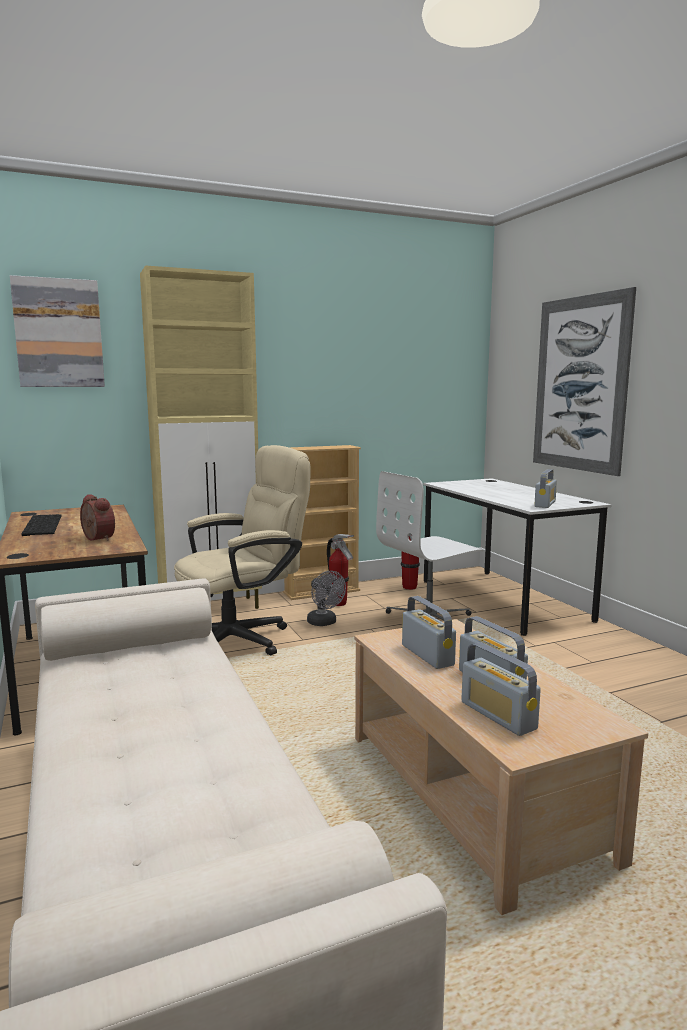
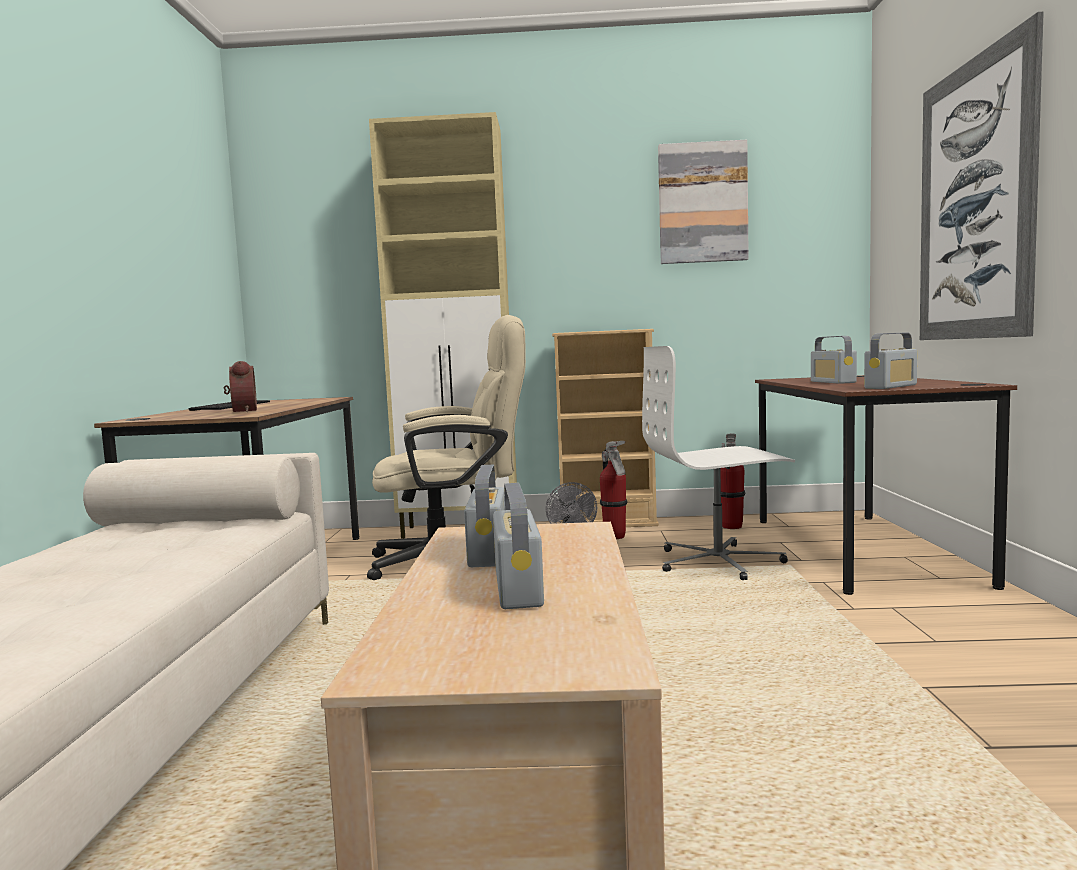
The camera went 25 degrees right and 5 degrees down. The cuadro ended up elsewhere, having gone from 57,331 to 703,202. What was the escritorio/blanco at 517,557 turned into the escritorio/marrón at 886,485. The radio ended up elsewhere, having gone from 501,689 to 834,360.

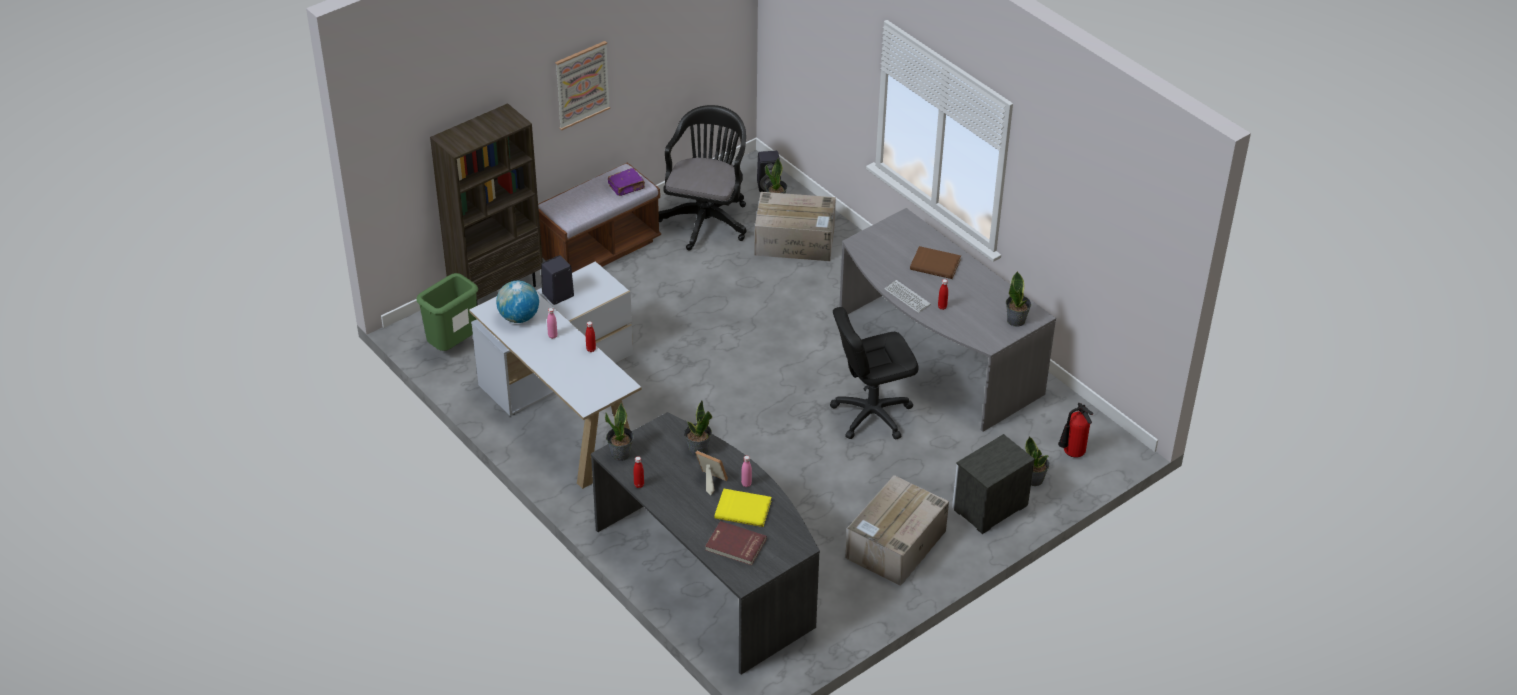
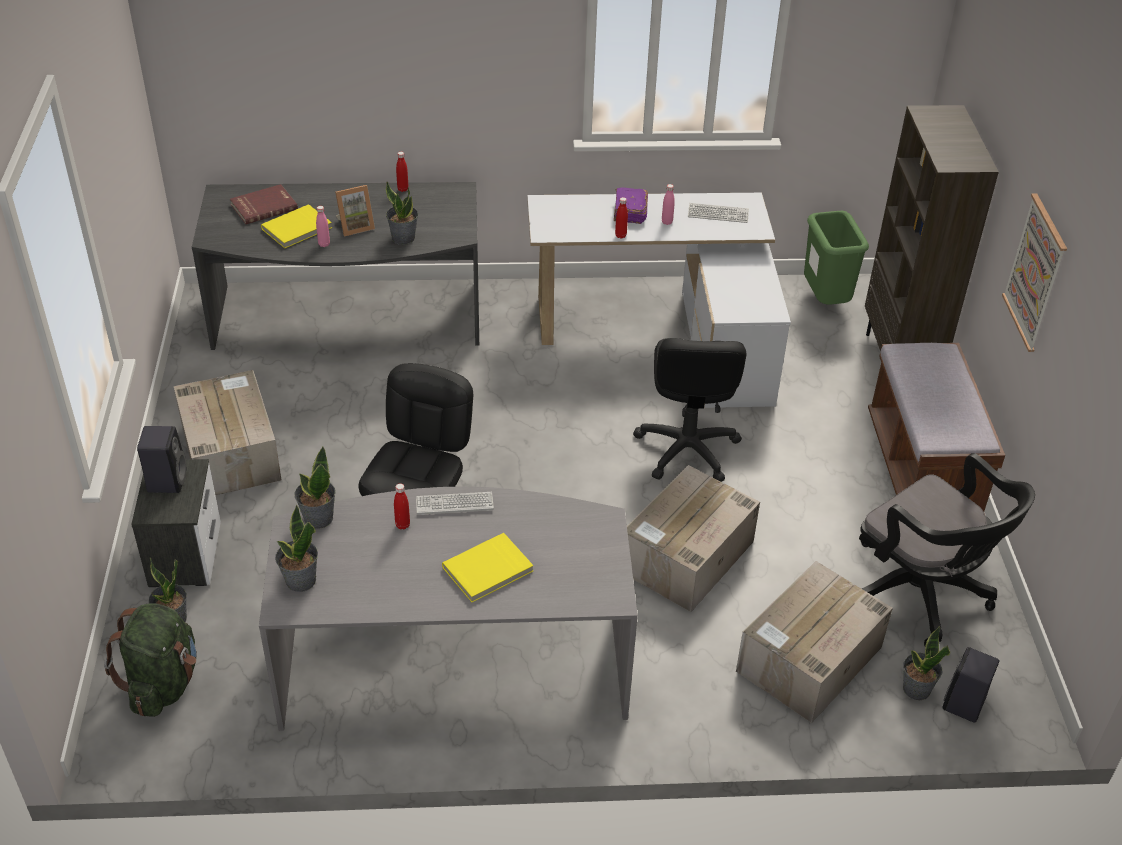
The camera went 125 degrees right and 0 degrees up. Where the globo terráqueo stood at 517,301, the teclado came to stand at 718,213. The altavoz/negro ended up elsewhere, having gone from 557,280 to 162,459. The planta en maceta ended up elsewhere, having gone from 619,432 to 315,488. The libro/morado ended up elsewhere, having gone from 626,182 to 631,205. What was the libro/marrón at 935,262 turned into the libro/amarillo at 488,567. Where the extintor stood at 1075,430, the mochila/verde came to stand at 150,660. The second view gained the caja de cartón at 693,538. The second view gained the silla de oficina/negro at 689,410.

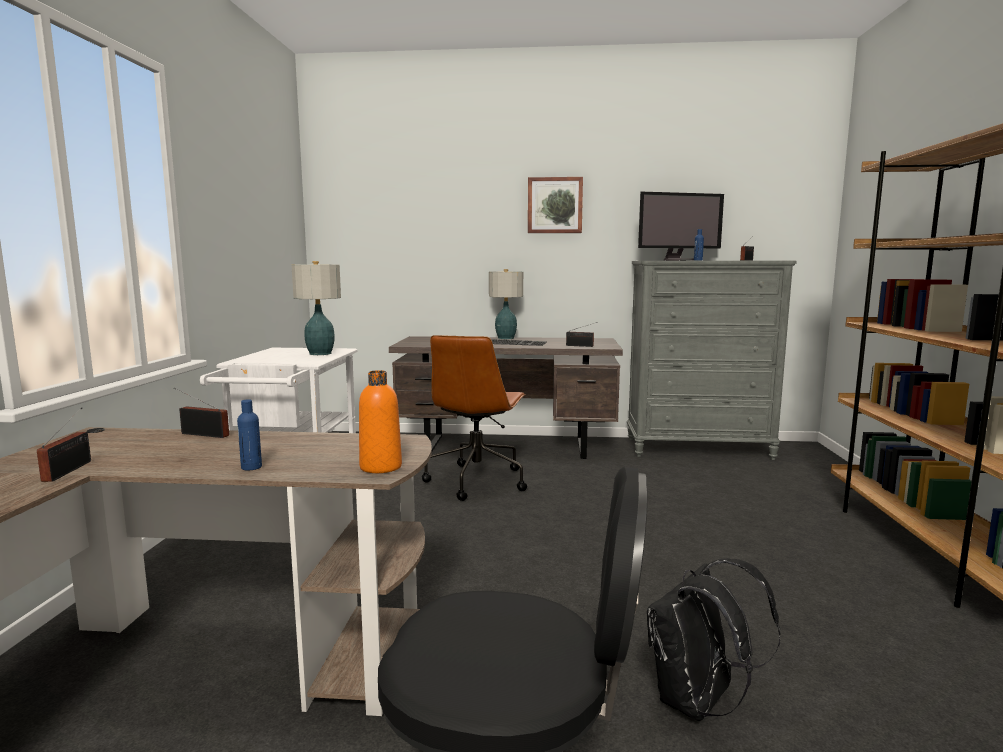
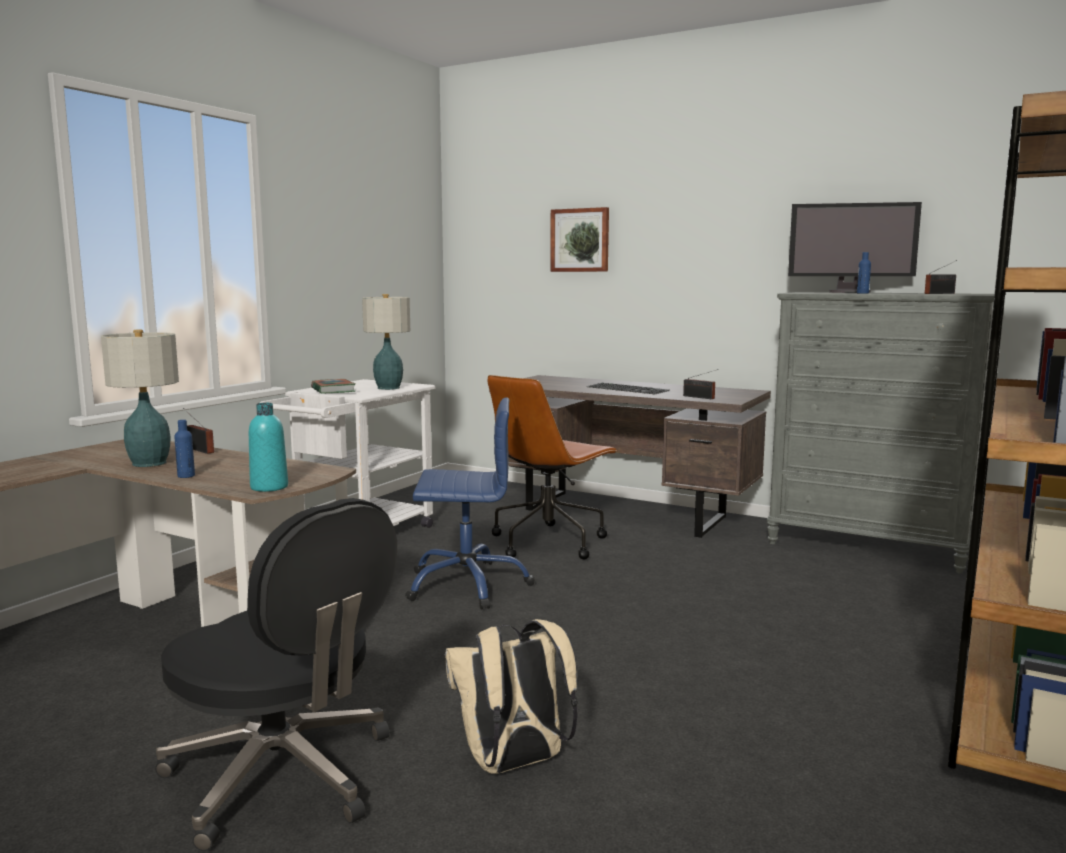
The camera went 25 degrees right and 0 degrees up. The second view lost the radio at 64,444. What was the botella/naranja at 380,421 turned into the botella/turquesa at 268,447. The lámpara de mesa ended up elsewhere, having gone from 506,304 to 140,398. The cuadro ended up elsewhere, having gone from 555,205 to 579,239. What was the mochila/negro at 714,639 turned into the mochila/beis at 511,696. The second view gained the libro at 333,386. The second view gained the silla de oficina/azul at 470,504.

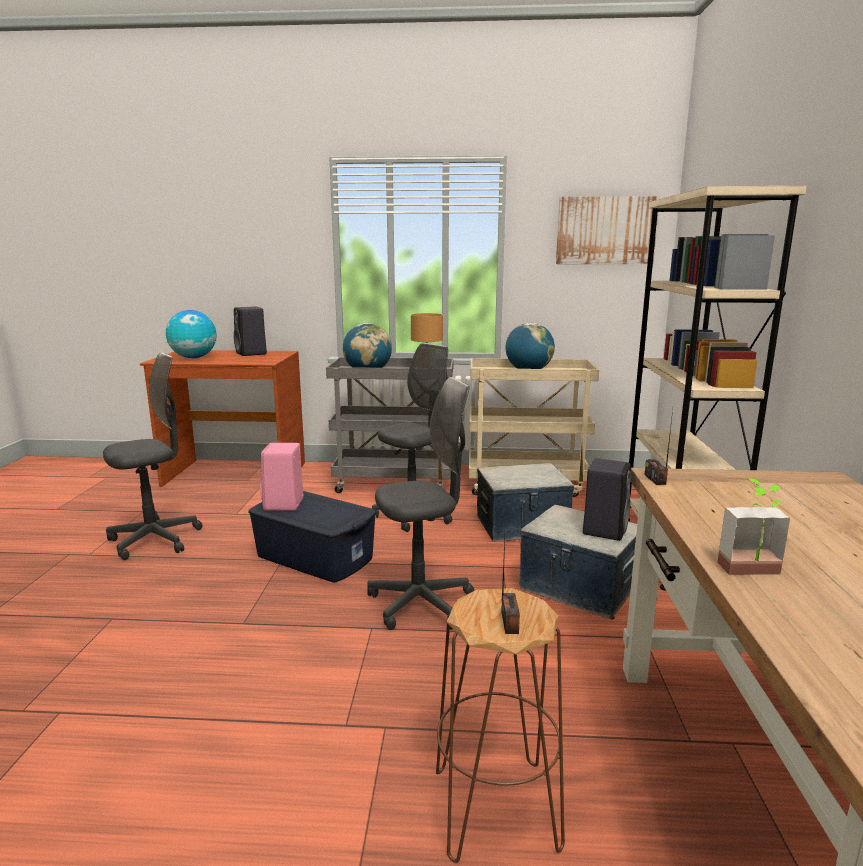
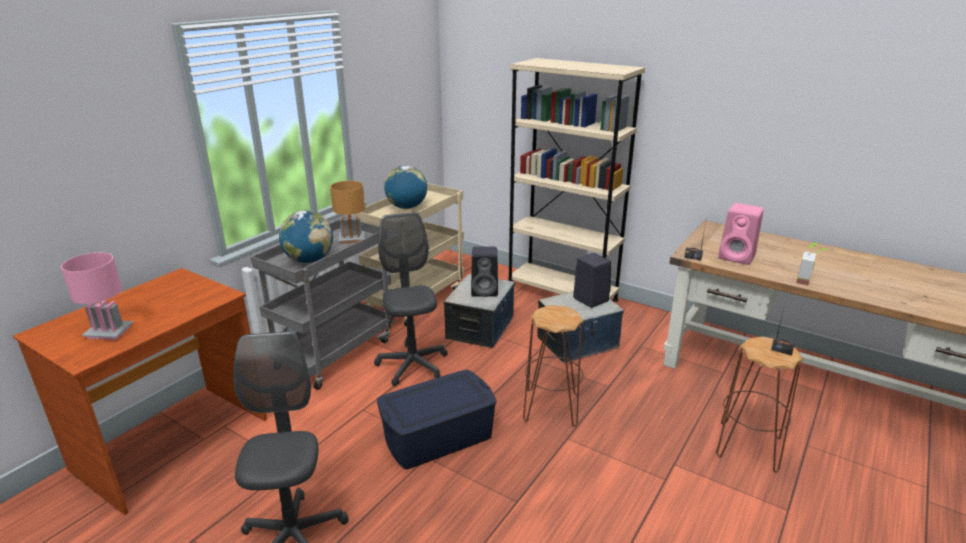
The camera went 60 degrees left and 10 degrees up. Where the globo terráqueo stood at 191,334, the lámpara de mesa/rosa came to stand at 97,296. The altavoz/negro ended up elsewhere, having gone from 250,331 to 484,272. The altavoz/rosa ended up elsewhere, having gone from 282,477 to 741,234. Where the silla de oficina/gris stood at 420,503, the taburete/marrón came to stand at 553,366. The second view lost the cuadro at 608,230.

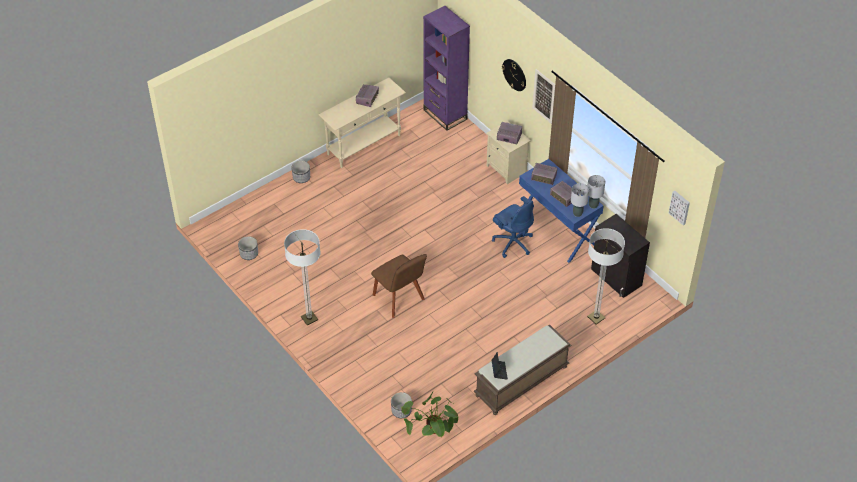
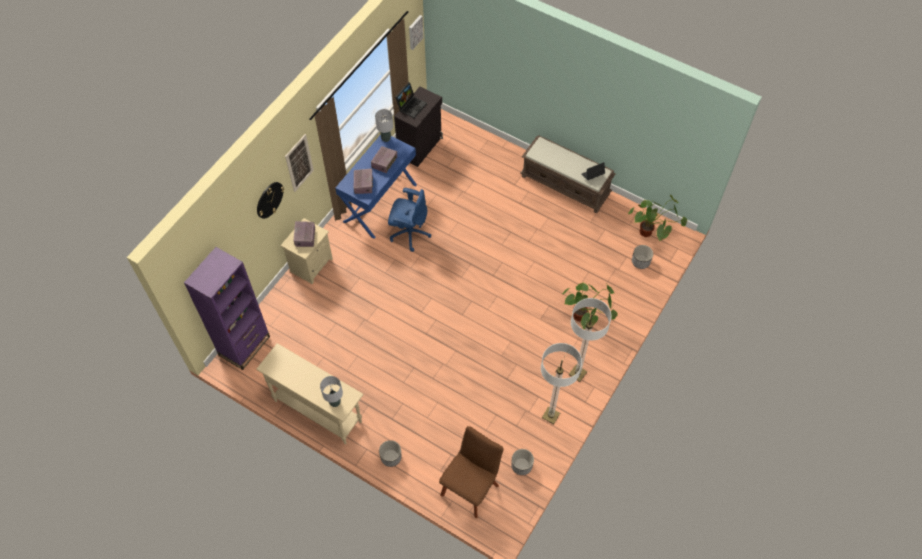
The camera went 110 degrees left and 10 degrees up. The second view lost the radio at 367,95. The silla/marrón ended up elsewhere, having gone from 399,286 to 471,472. The silla de oficina/azul at 513,227 ended up facing another way, 75 degrees clockwise from before. The lámpara de mesa/gris ended up elsewhere, having gone from 580,200 to 331,391. The lámpara de pie ended up elsewhere, having gone from 606,276 to 561,383. The second view gained the portátil at 411,100. The second view gained the planta en maceta at 590,306.

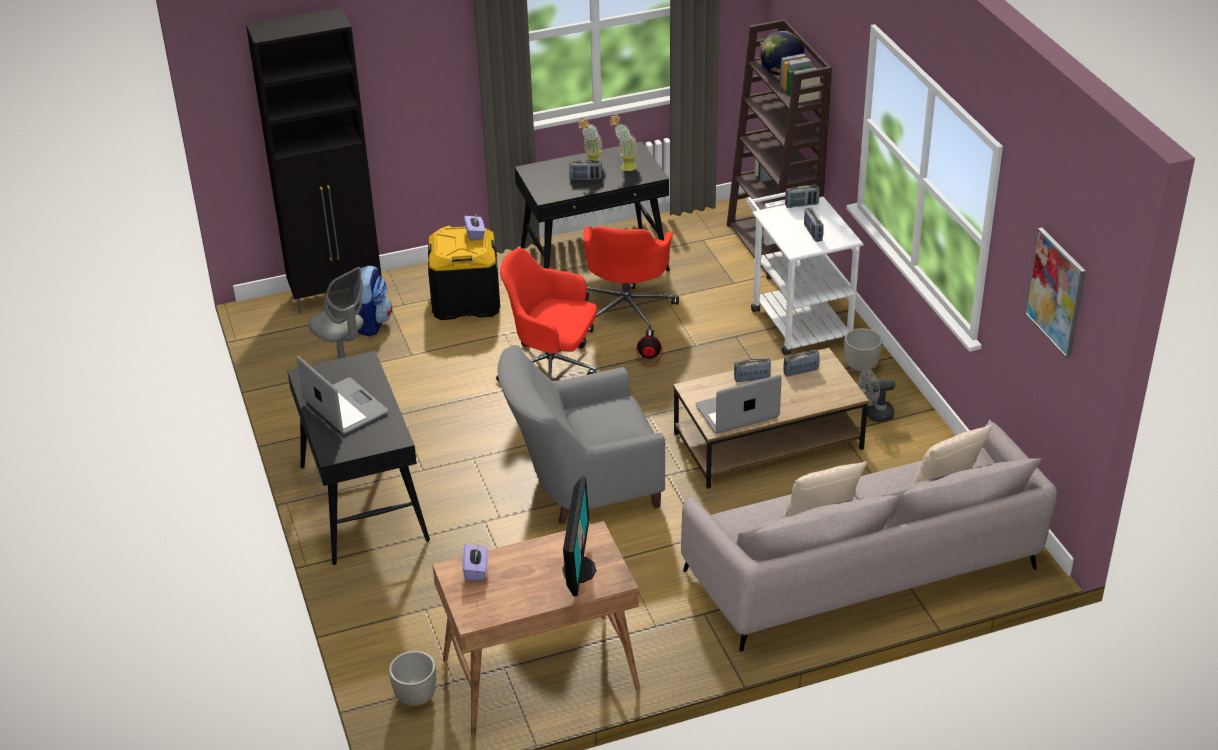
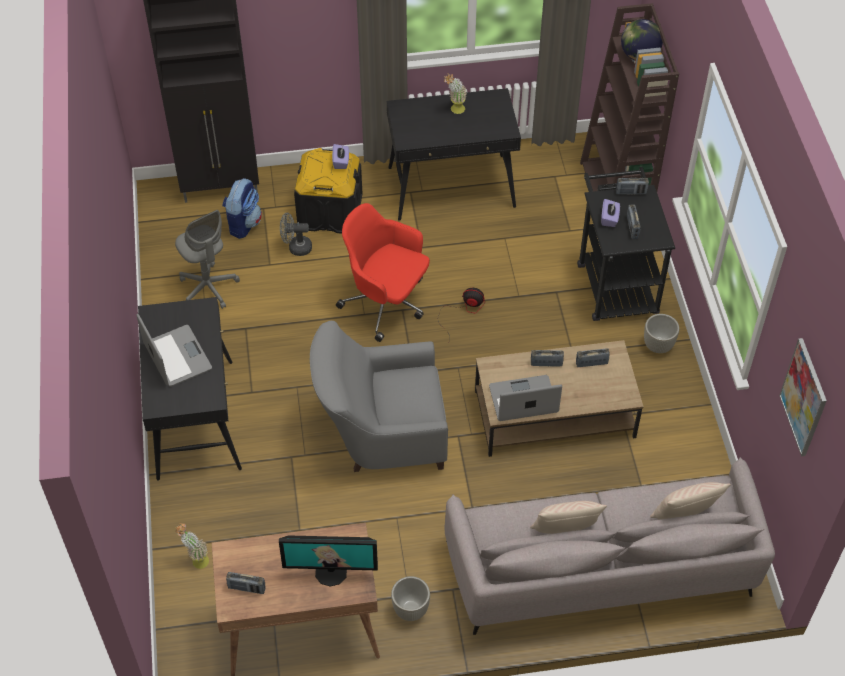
The camera went 10 degrees right and 15 degrees up. The maceta/gris ended up elsewhere, having gone from 412,678 to 410,598. The caja de pañuelos/morado ended up elsewhere, having gone from 475,562 to 610,213. The monitor at 579,536 ended up facing another way, 75 degrees clockwise from before. The radio ended up elsewhere, having gone from 585,170 to 246,583. The second view lost the silla de oficina/rojo at 631,281. The planta en maceta ended up elsewhere, having gone from 624,142 to 192,546. What was the carrito/blanco at 805,273 turned into the carrito/negro at 626,244. The ventilador/gris ended up elsewhere, having gone from 877,395 to 296,234.

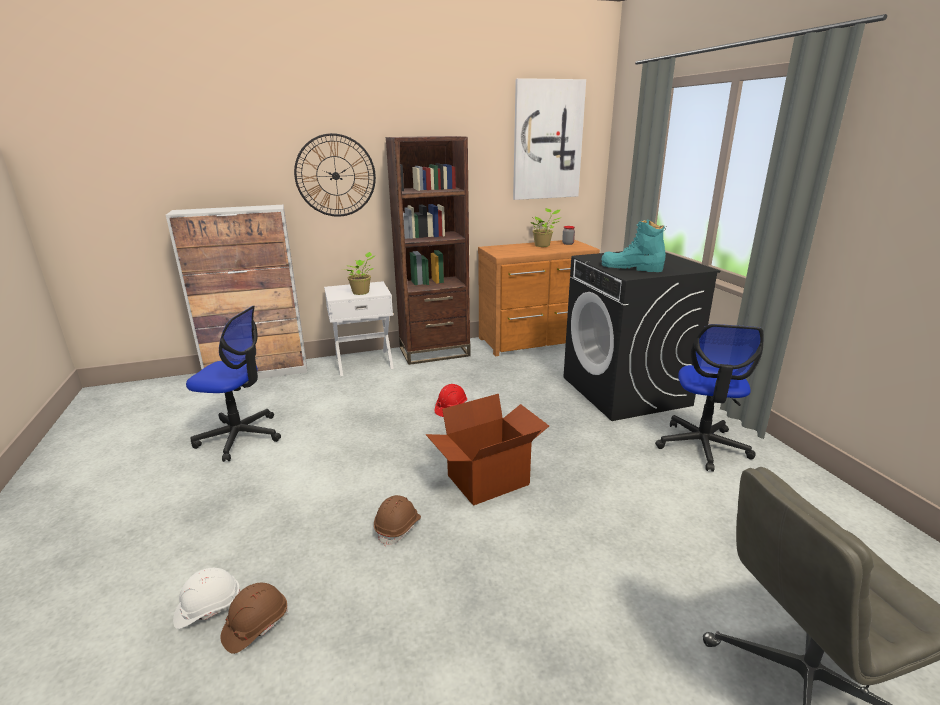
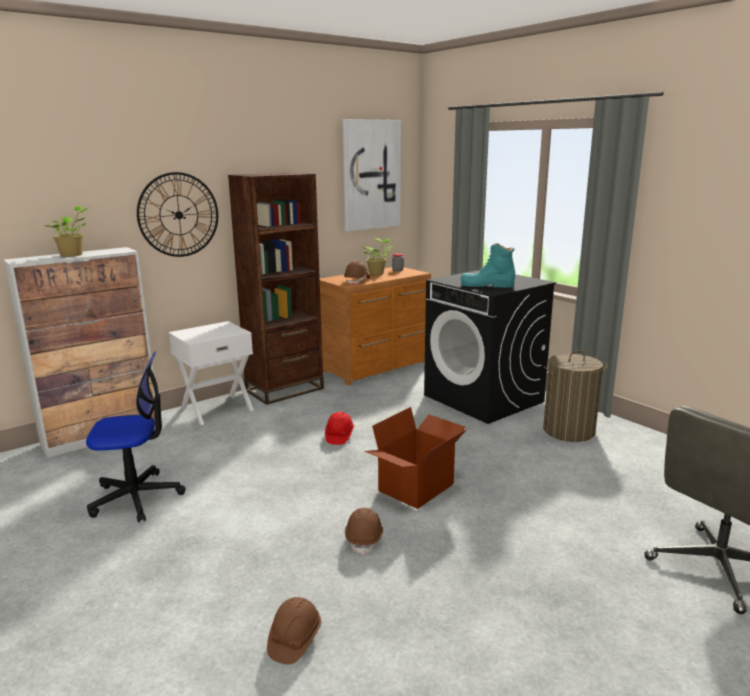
The camera went 20 degrees left and 5 degrees down. The second view lost the casco/blanco at 206,598. The planta en maceta ended up elsewhere, having gone from 360,273 to 67,231. Where the silla de oficina stood at 709,398, the cesto de la ropa came to stand at 575,396. The second view gained the casco/marrón at 357,273.

